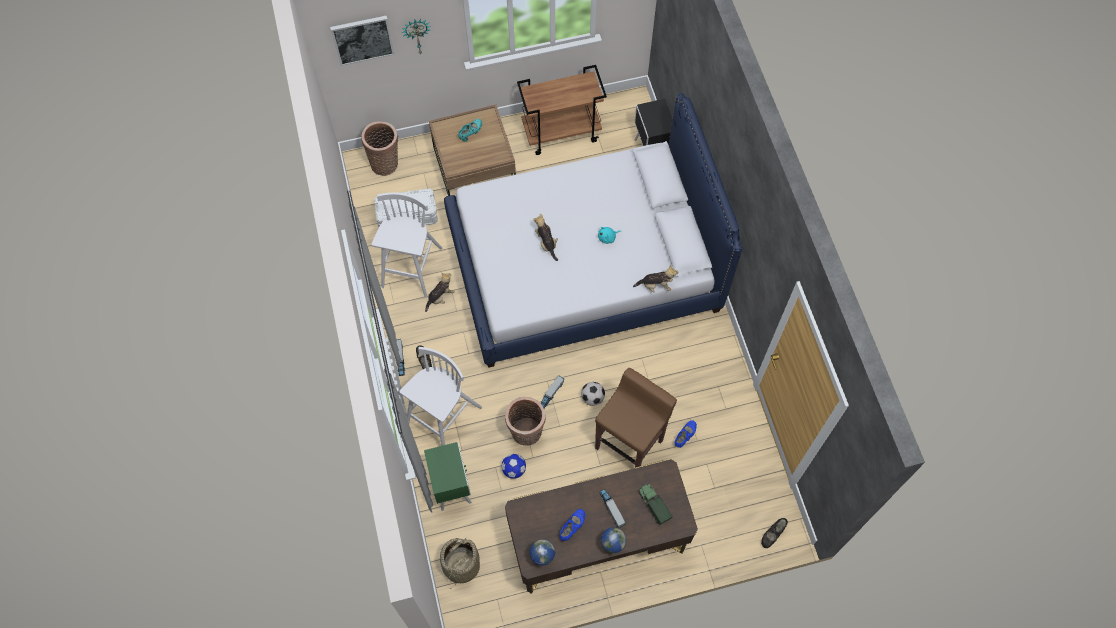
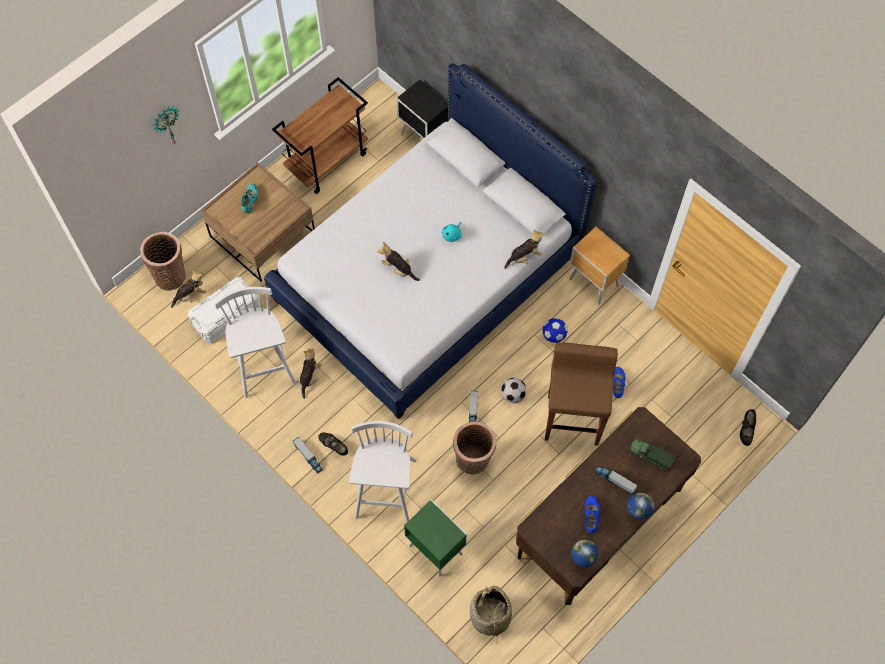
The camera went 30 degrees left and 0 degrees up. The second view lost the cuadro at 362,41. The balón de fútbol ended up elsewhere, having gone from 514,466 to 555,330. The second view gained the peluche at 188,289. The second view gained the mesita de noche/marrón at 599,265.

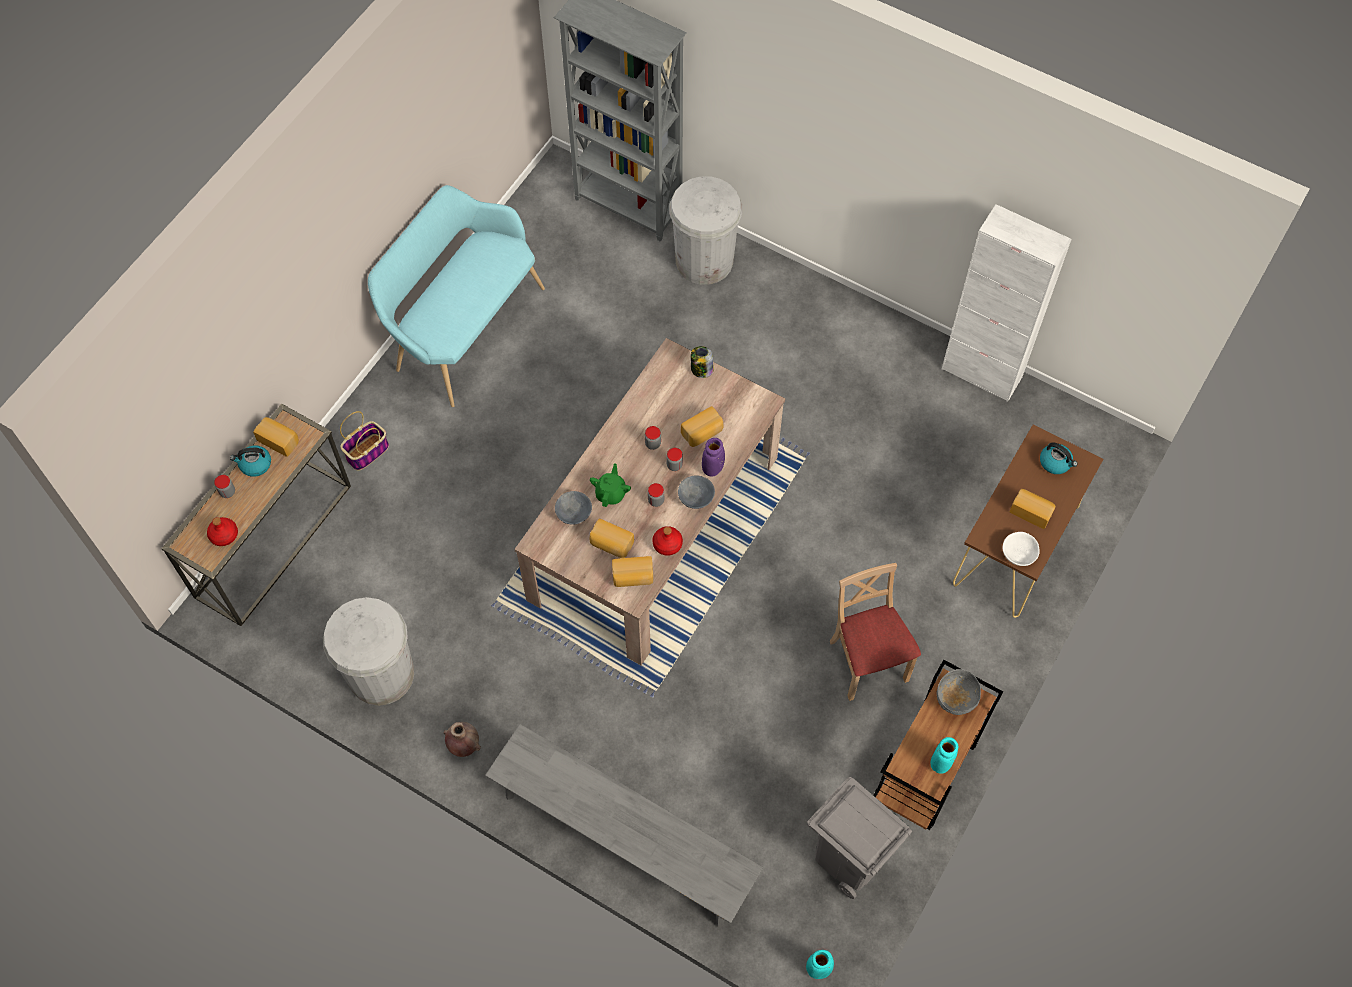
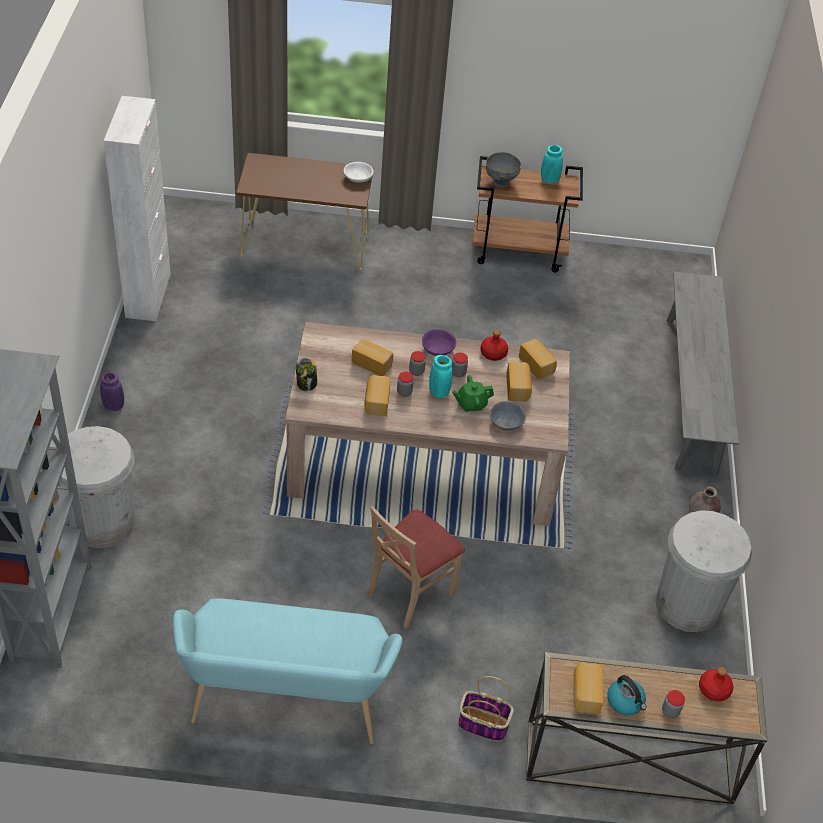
The camera went 120 degrees left and 15 degrees down. What was the cuenco/gris at 696,492 turned into the cuenco/morado at 439,342. The florero/morado ended up elsewhere, having gone from 713,457 to 112,391. The florero/turquesa ended up elsewhere, having gone from 820,964 to 440,376. The second view lost the papelera/gris at 859,838. The silla/beis ended up elsewhere, having gone from 875,632 to 416,567. The pan ended up elsewhere, having gone from 1033,509 to 377,395. The second view lost the hervidor at 1058,458.

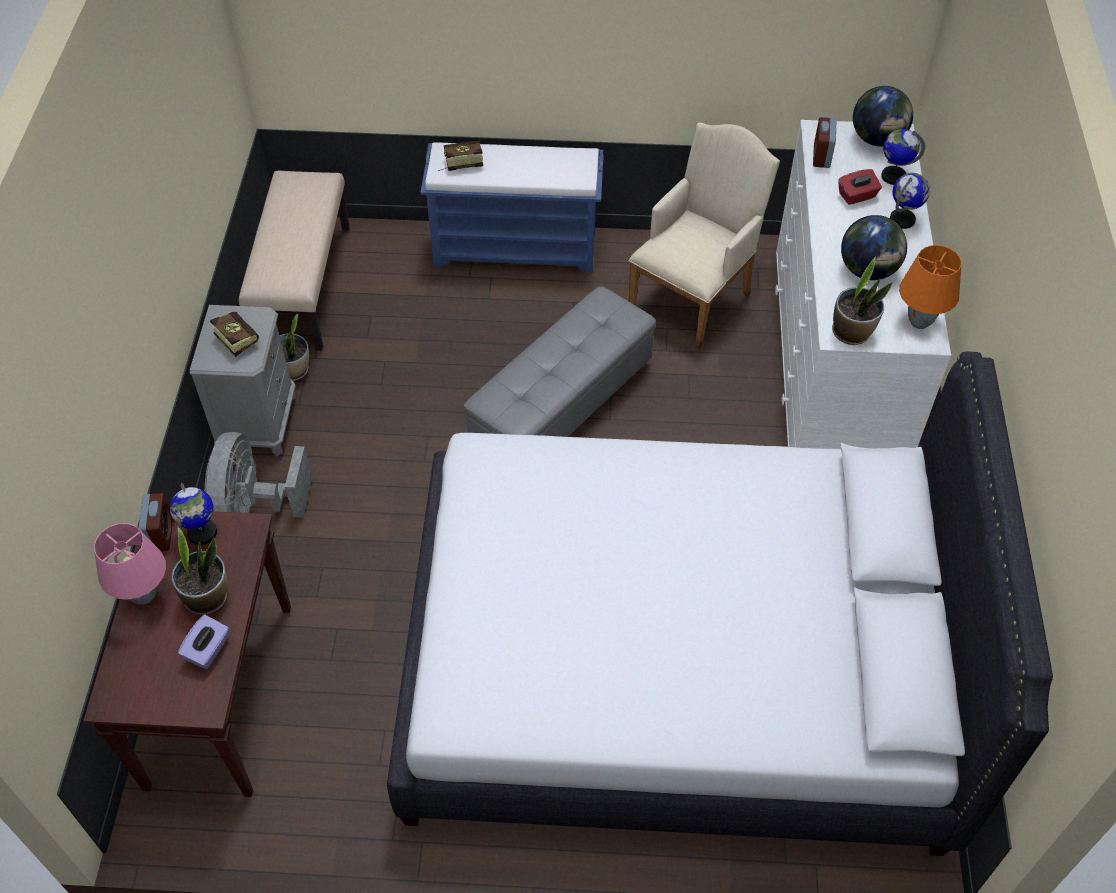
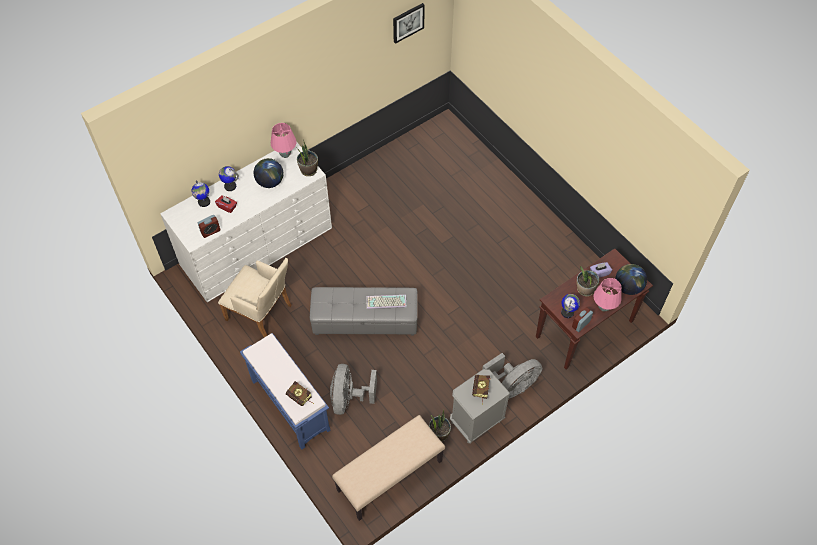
The camera went 130 degrees left and 5 degrees up. The second view lost the cama/blanco at 720,604. The sillón/beis at 704,235 ended up facing another way, 150 degrees counterclockwise from before. The globo terráqueo ended up elsewhere, having gone from 883,116 to 631,279. What was the lámpara de mesa/naranja at 930,287 turned into the lámpara de mesa/rosa at 284,140. The second view gained the ventilador/gris at 353,389. The second view gained the teclado at 386,302. The second view gained the cuadro at 409,23.

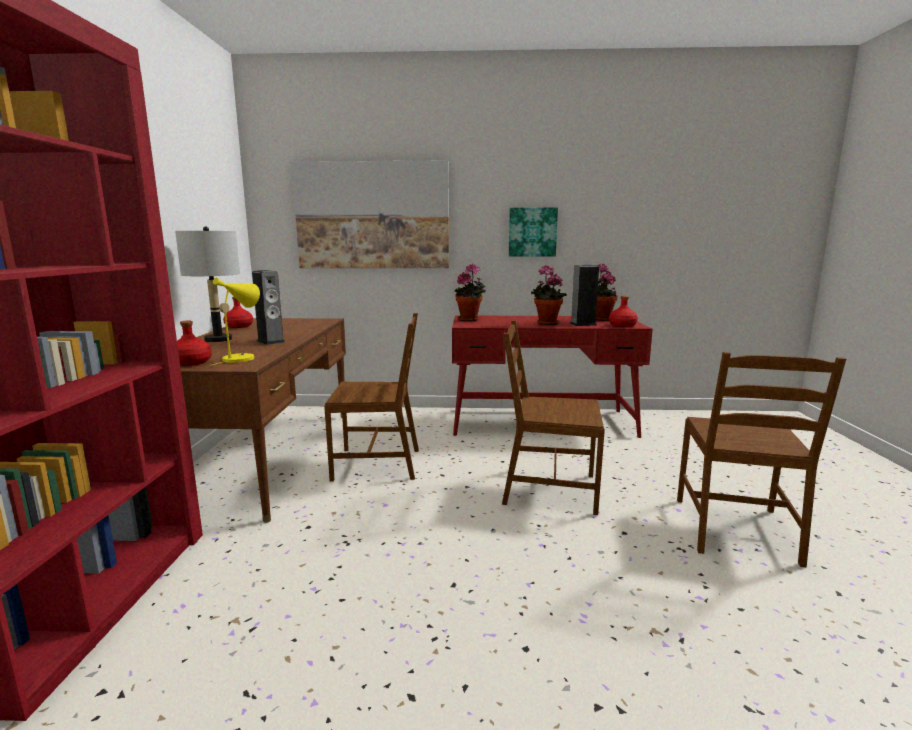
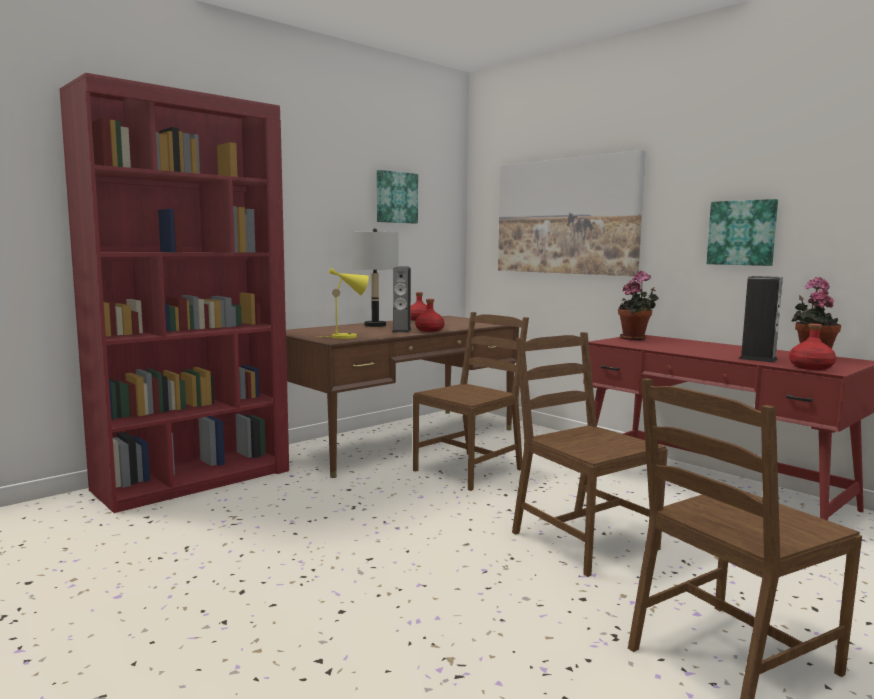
The camera went 45 degrees right and 5 degrees down. The botella/rojo ended up elsewhere, having gone from 194,343 to 430,315. The silla/marrón at 371,397 ended up facing another way, 90 degrees counterclockwise from before. The second view lost the planta en maceta at 549,295. The second view gained the cuadro at 397,197.

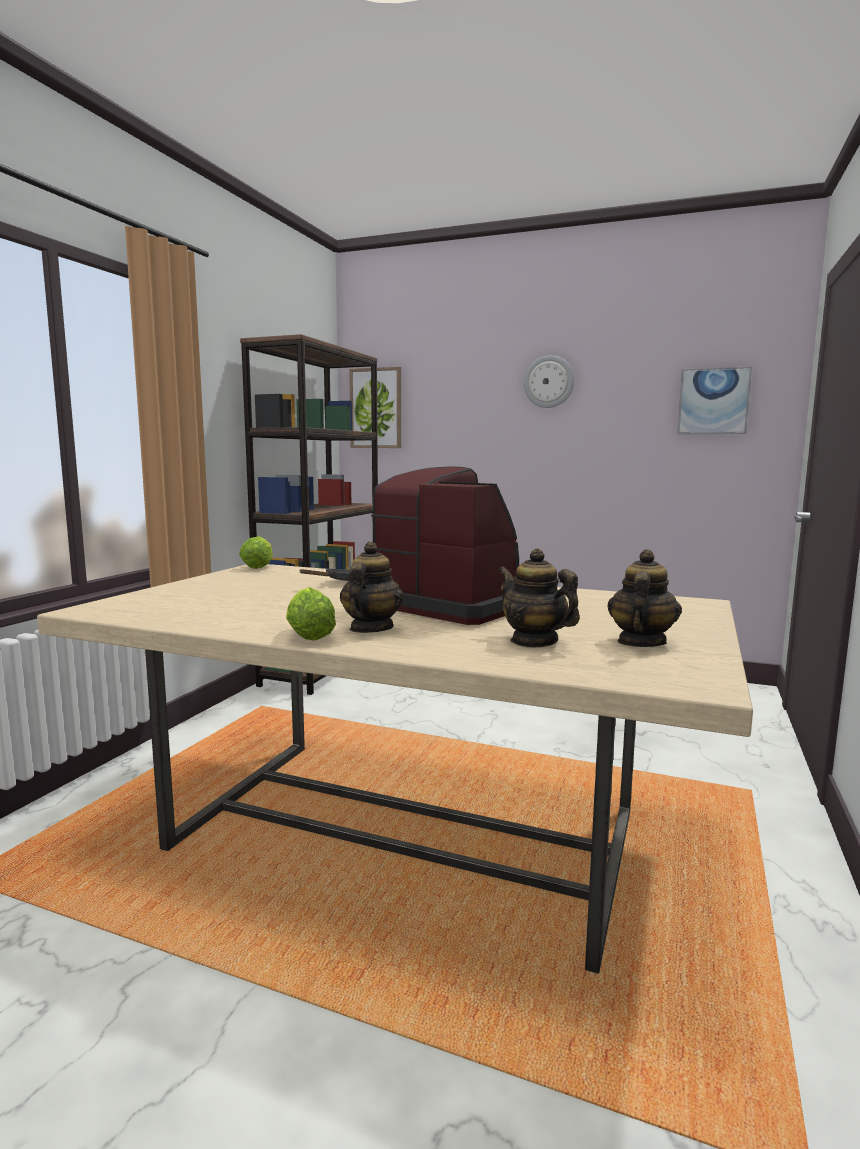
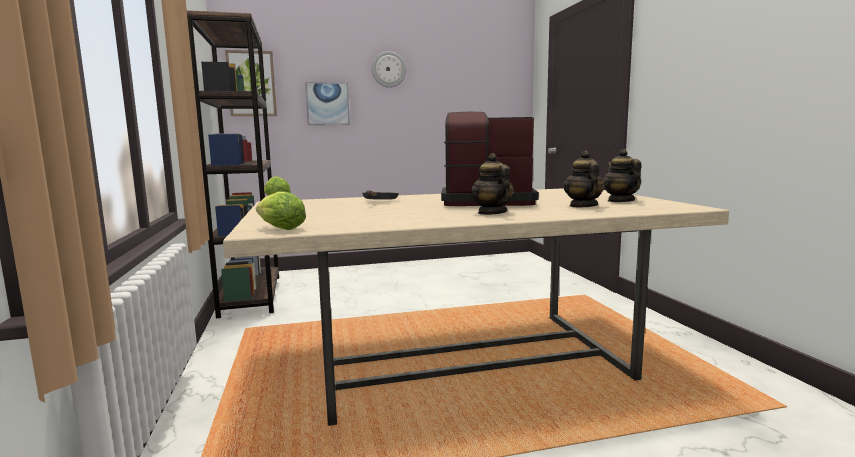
The camera went 35 degrees left and 0 degrees up. The lechuga ended up elsewhere, having gone from 311,614 to 281,210. The tetera at 539,597 ended up facing another way, 75 degrees clockwise from before. The cuadro ended up elsewhere, having gone from 714,400 to 327,103.

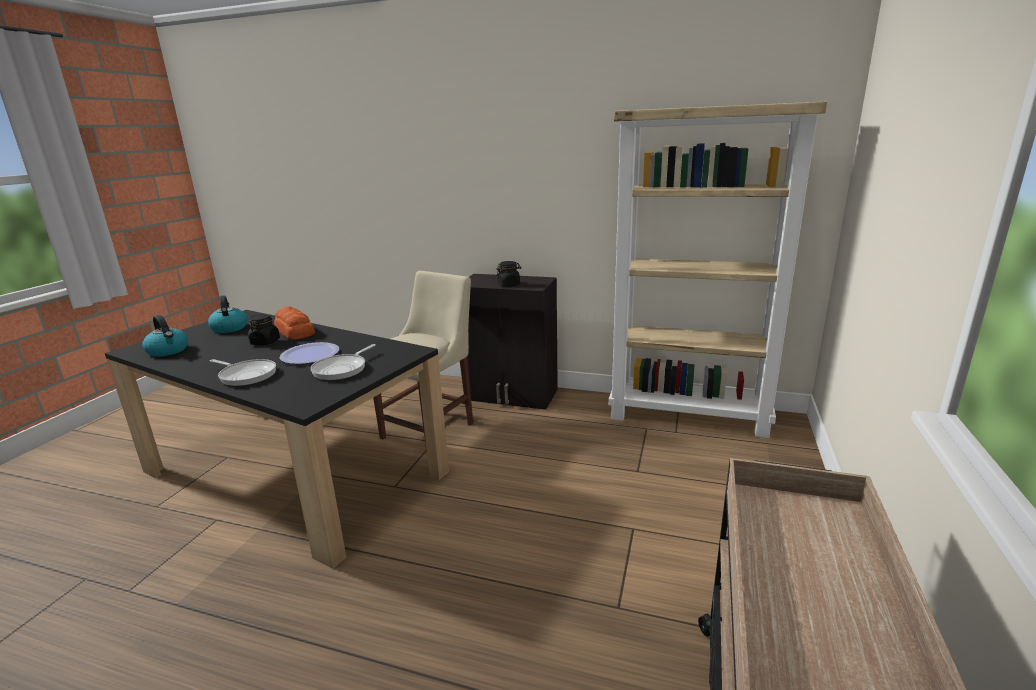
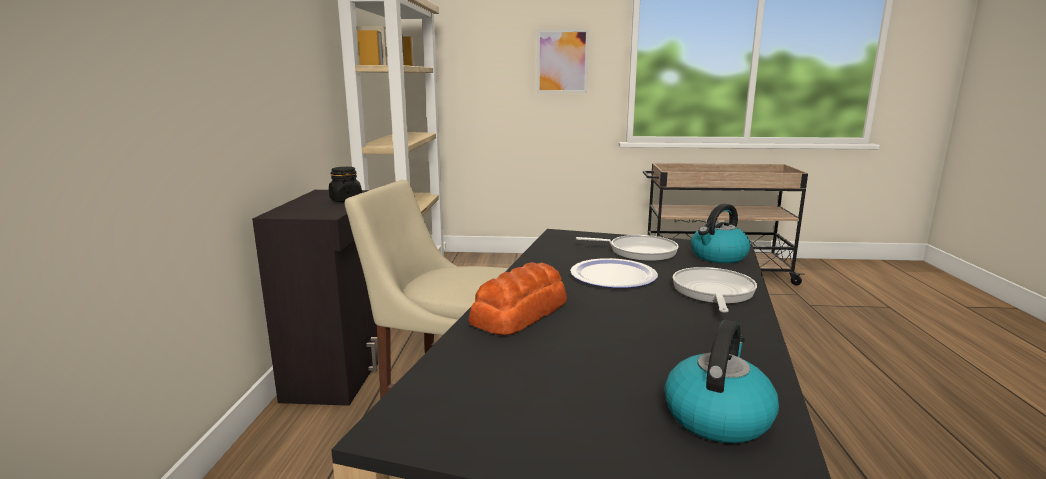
The camera went 105 degrees left and 5 degrees down. The hervidor ended up elsewhere, having gone from 227,314 to 721,233. The second view lost the tarro/negro at 264,329. The second view gained the cuadro at 563,61.

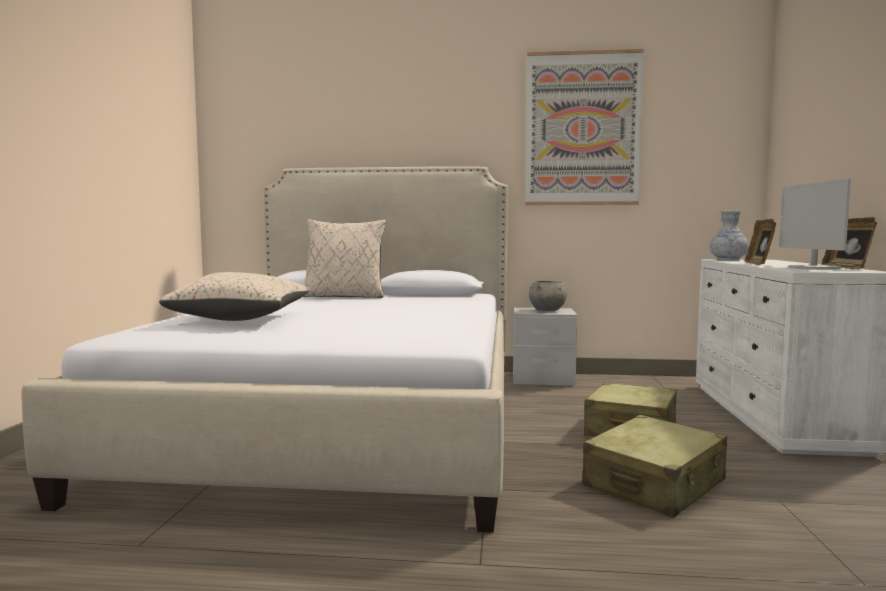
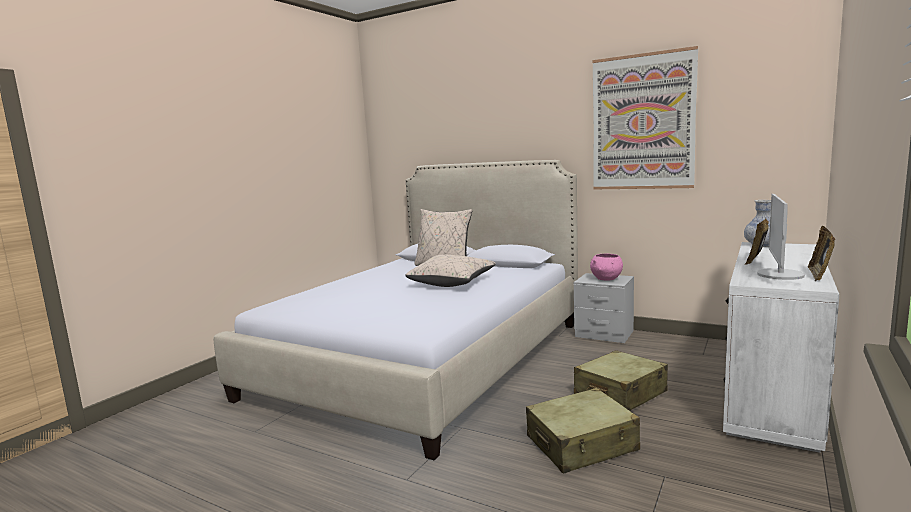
The camera went 25 degrees right and 5 degrees up. The cojín/beis ended up elsewhere, having gone from 234,296 to 451,271. What was the cuenco/gris at 548,296 turned into the cuenco/rosa at 606,267.

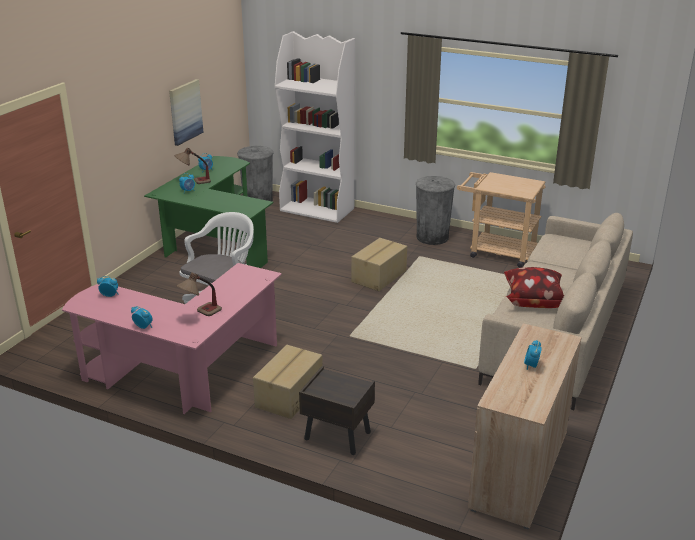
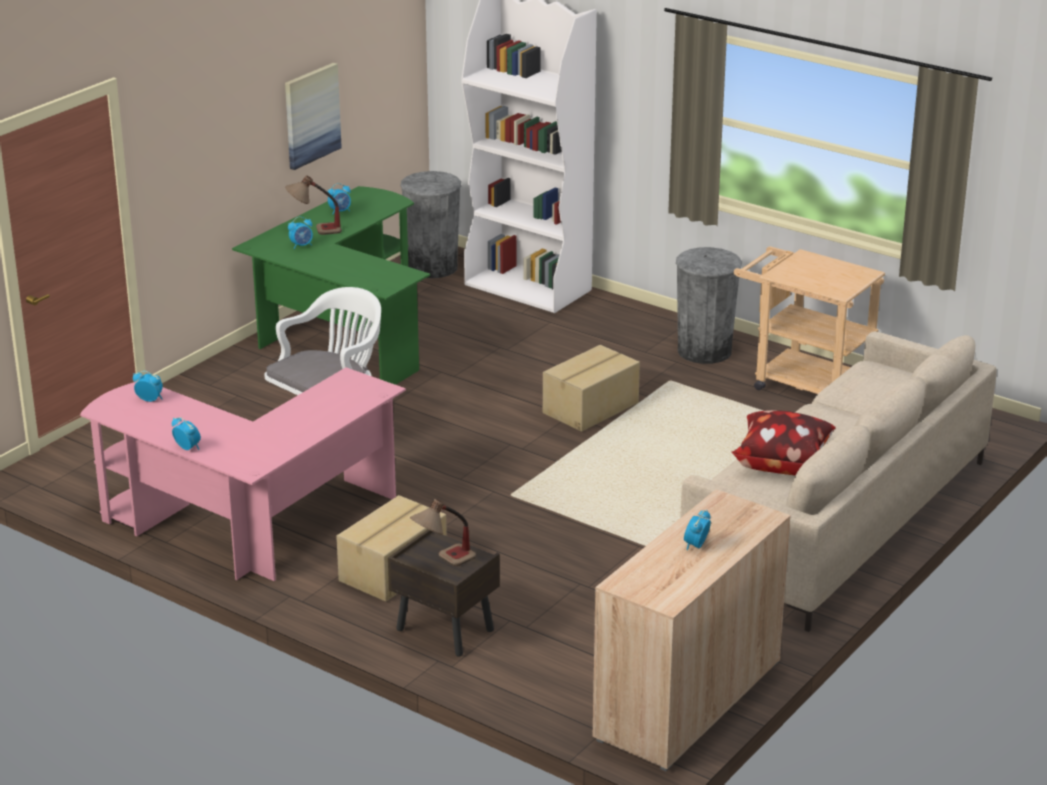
The camera went 10 degrees right and 0 degrees up. The lámpara de mesa ended up elsewhere, having gone from 199,294 to 443,532.

